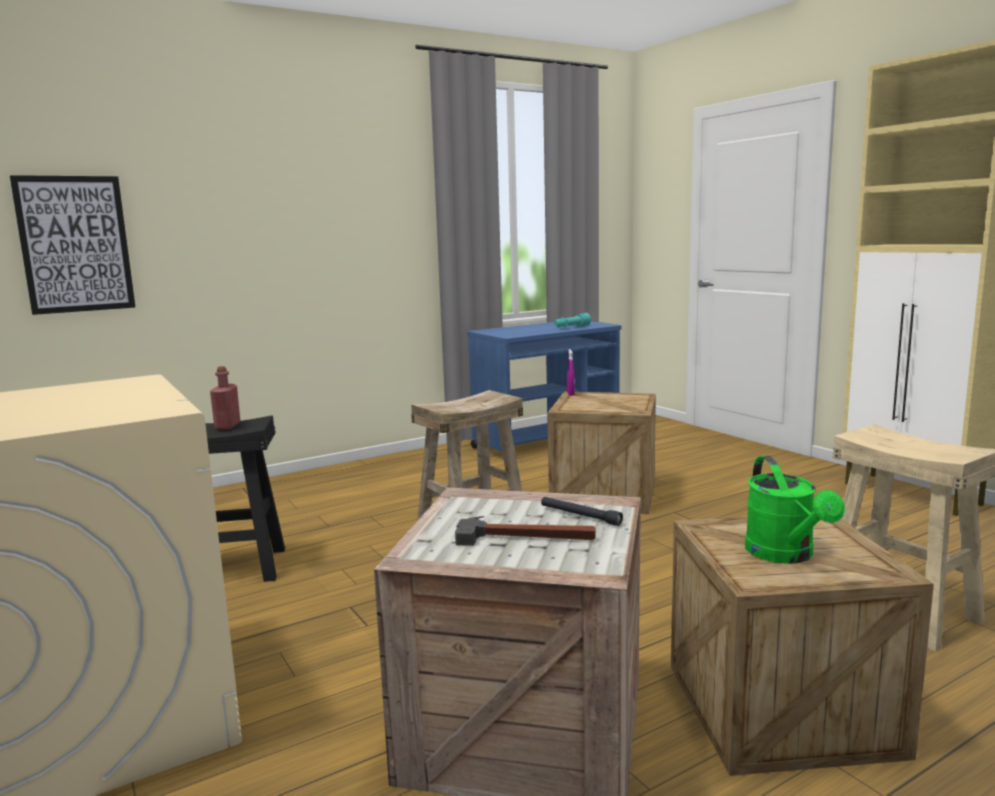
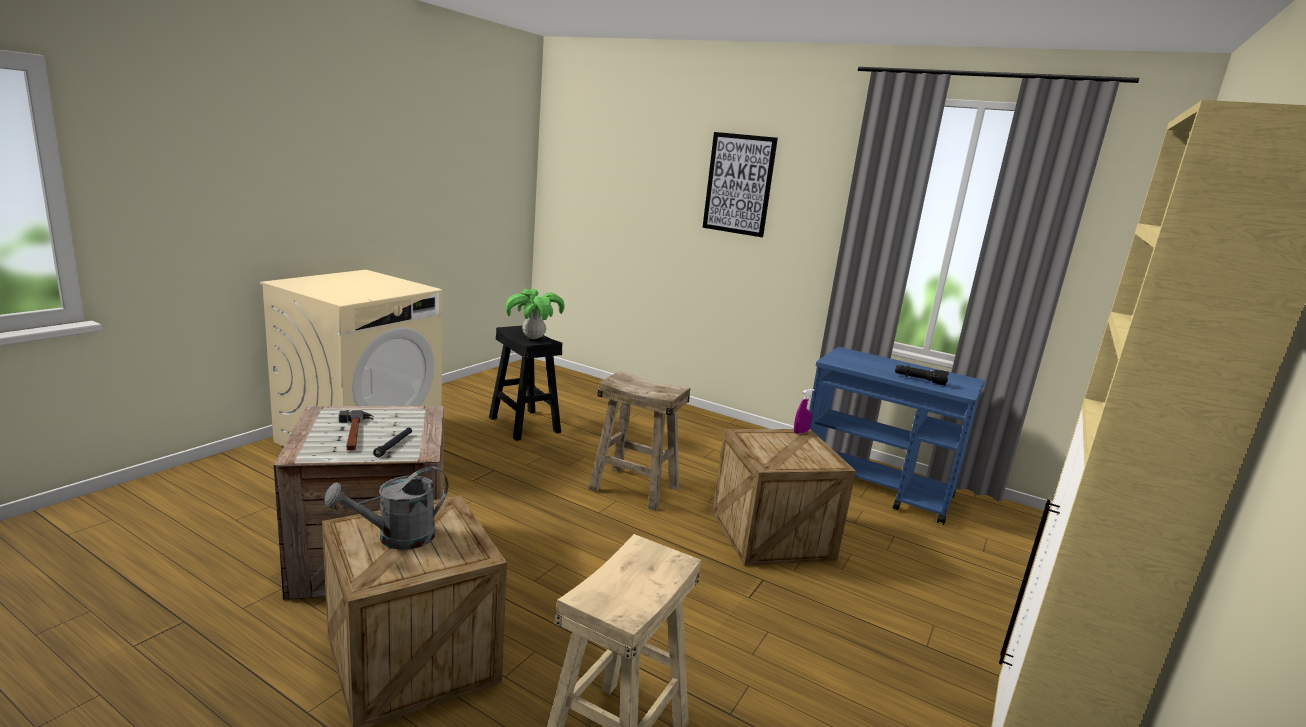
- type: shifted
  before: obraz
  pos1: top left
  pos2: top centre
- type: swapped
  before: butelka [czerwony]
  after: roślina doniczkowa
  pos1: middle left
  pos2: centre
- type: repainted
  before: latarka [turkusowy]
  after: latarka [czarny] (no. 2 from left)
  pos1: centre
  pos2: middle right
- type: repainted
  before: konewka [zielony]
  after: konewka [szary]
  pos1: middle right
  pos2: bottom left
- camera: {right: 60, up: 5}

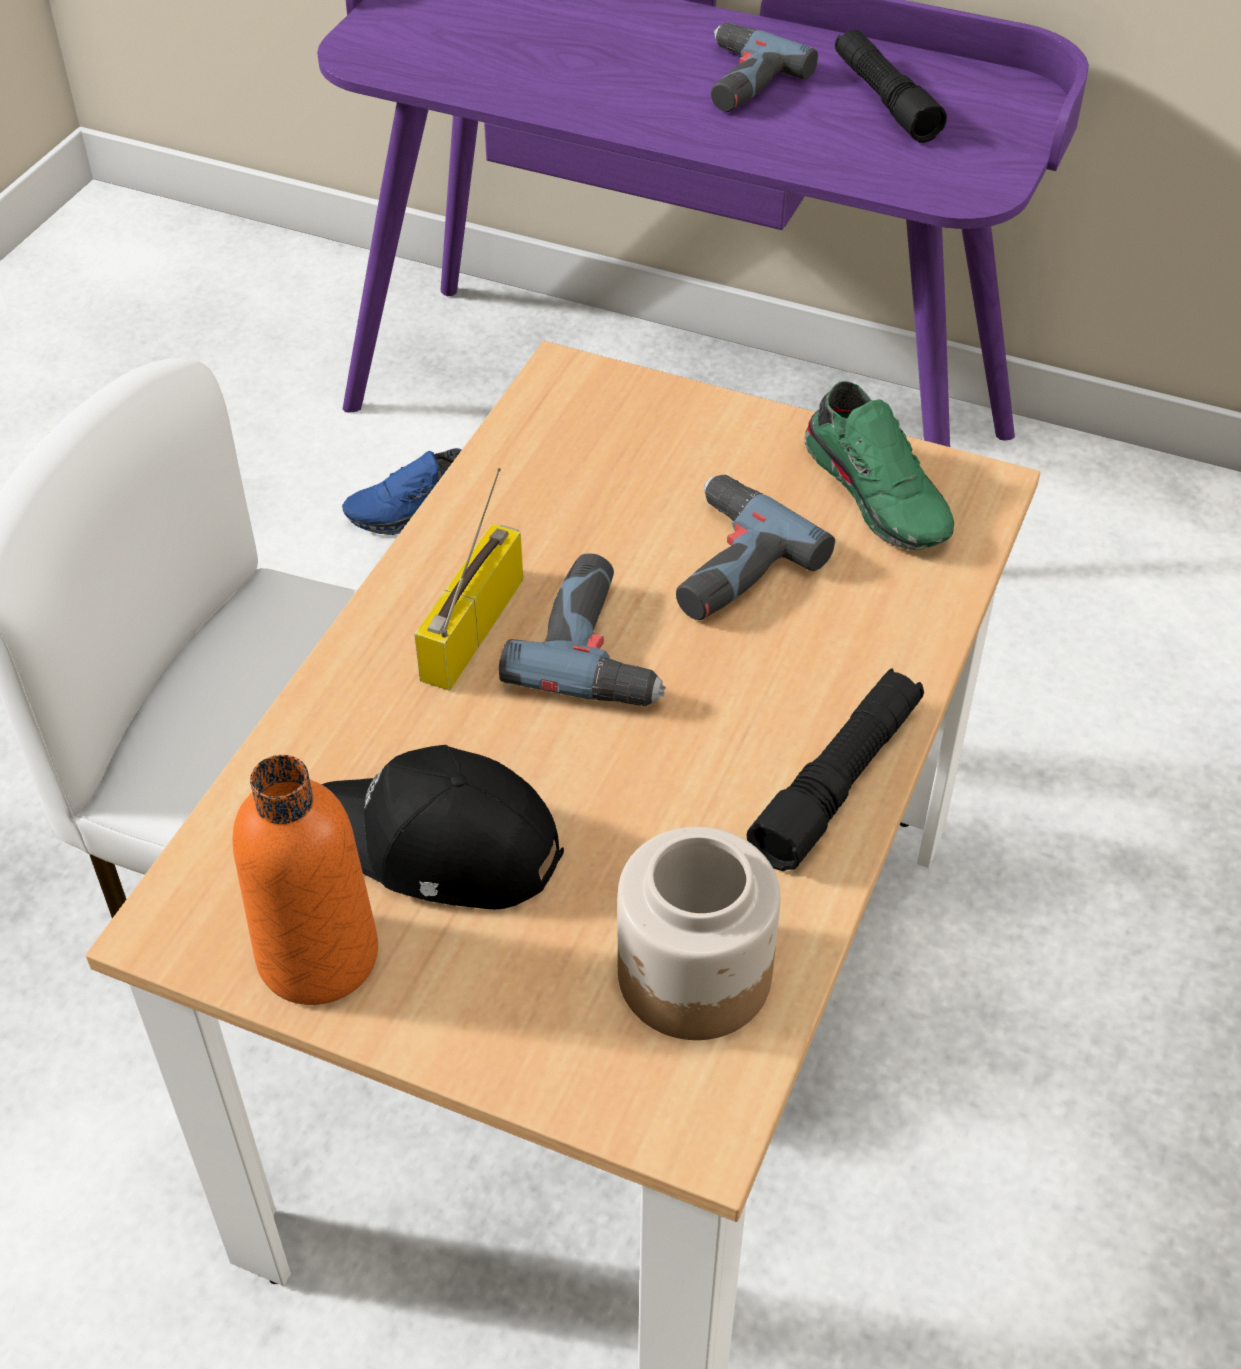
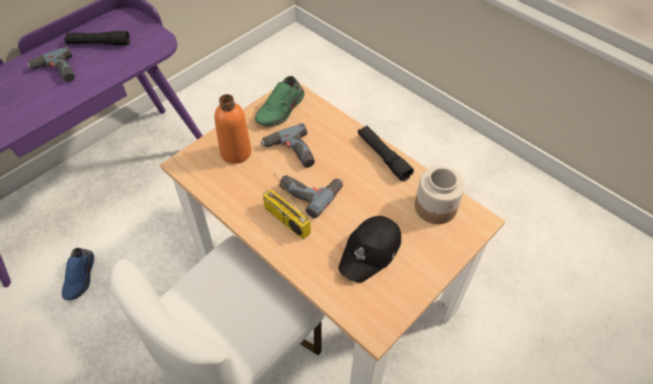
- type: shifted
  before: butelka [pomarańczowy]
  pos1: middle left
  pos2: centre
- type: rotated
  before: but [zielony]
  pos1: middle right
  pos2: top centre
  turn: 135
- camera: {right: -70, up: 5}

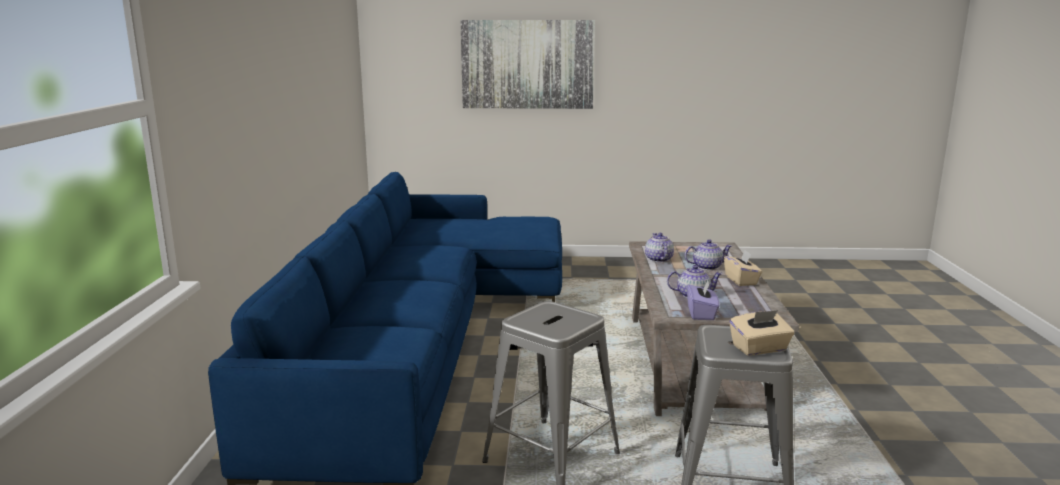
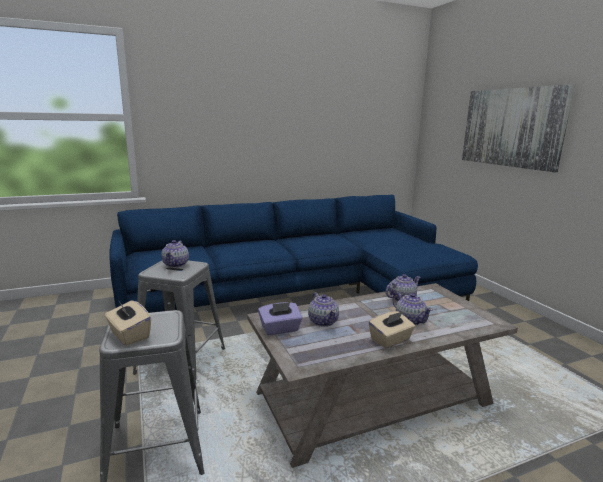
- type: new
  after: imbryk (no. 1 from left)
  pos2: middle left
- camera: {right: 65, up: 0}

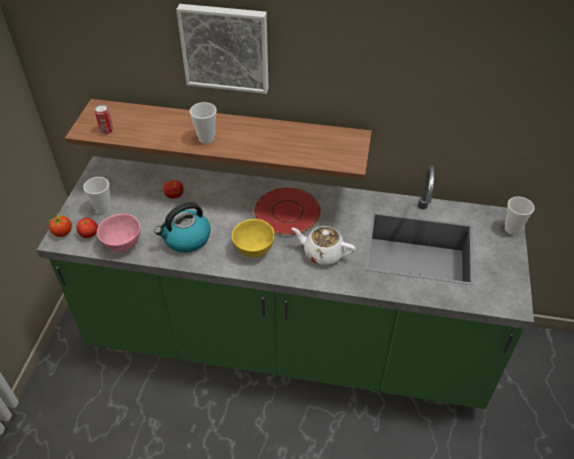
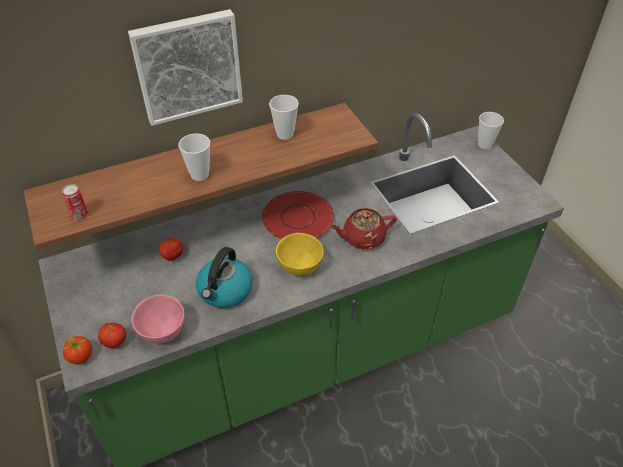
- type: shifted
  before: filiżanka (no. 1 from left in the first image)
  after: filiżanka (no. 2 from left)
  pos1: middle left
  pos2: top centre
- type: repainted
  before: imbryk [biały]
  after: imbryk [czerwony]
  pos1: centre
  pos2: centre
- camera: {right: -35, up: 0}

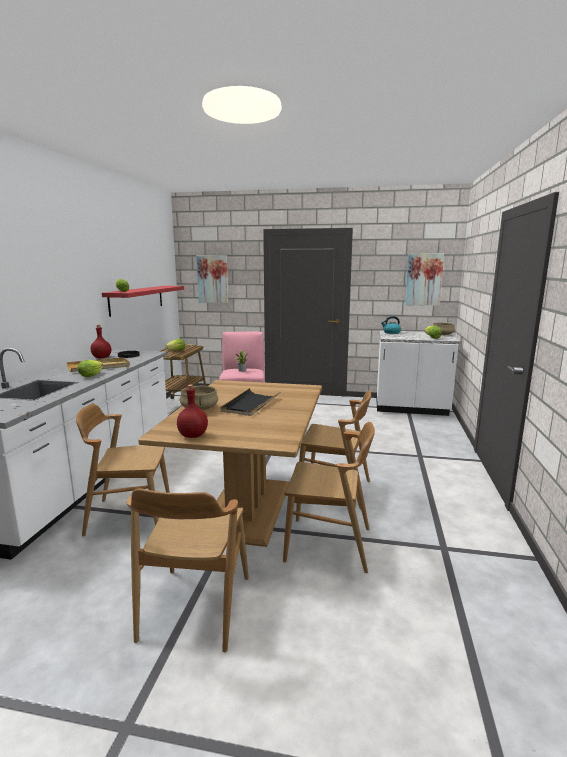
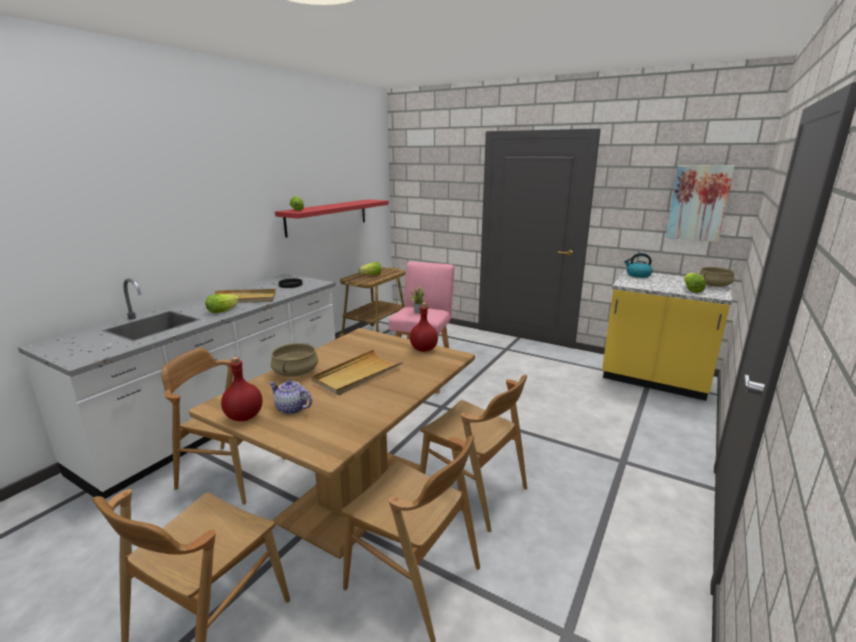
- type: gone
  before: obraz (no. 1 from left)
  pos1: centre
- type: new
  after: imbryk
  pos2: centre
- type: shifted
  before: butelka [czerwony] (no. 1 from left in the first image)
  after: butelka [czerwony] (no. 2 from left)
  pos1: middle left
  pos2: centre
- type: repainted
  before: taca [czarny]
  after: taca [beżowy] (no. 2 from left)
  pos1: centre
  pos2: centre
- type: repainted
  before: zabudowa kuchenna [biały] (no. 2 from left)
  after: zabudowa kuchenna [żółty]
  pos1: middle right
  pos2: middle right
- camera: {right: 20, up: 5}

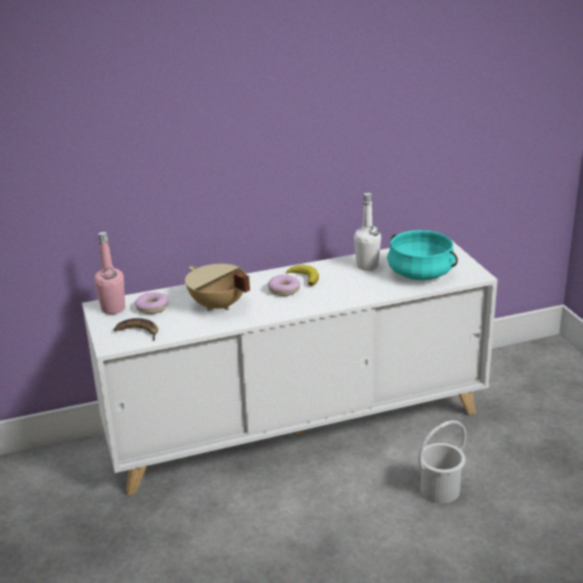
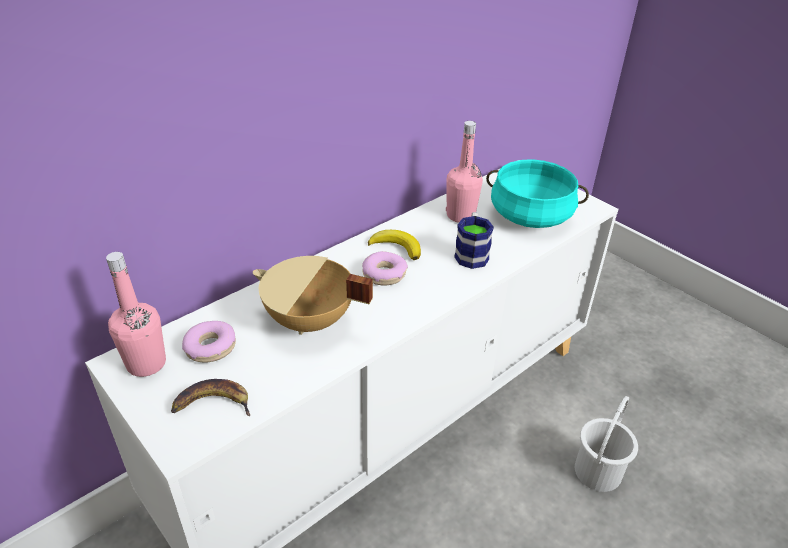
- type: new
  after: kubek
  pos2: centre
- type: repainted
  before: butelka [biały]
  after: butelka [różowy] (no. 2 from left)
  pos1: centre
  pos2: top centre
- camera: {right: -25, up: 10}

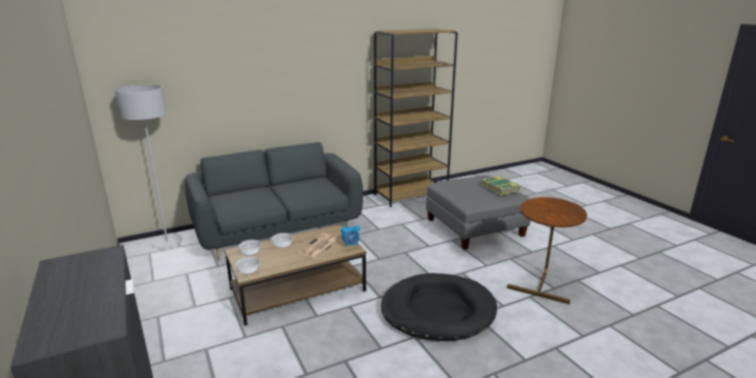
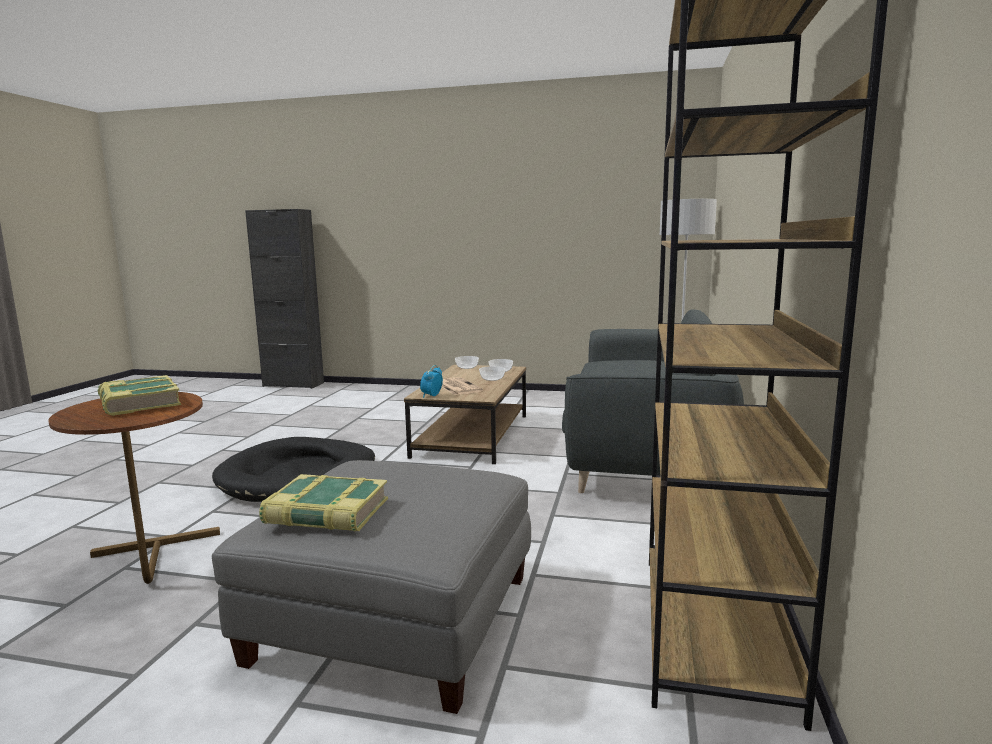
- type: new
  after: książka (no. 1 from left)
  pos2: middle left
- camera: {right: 130, up: -10}

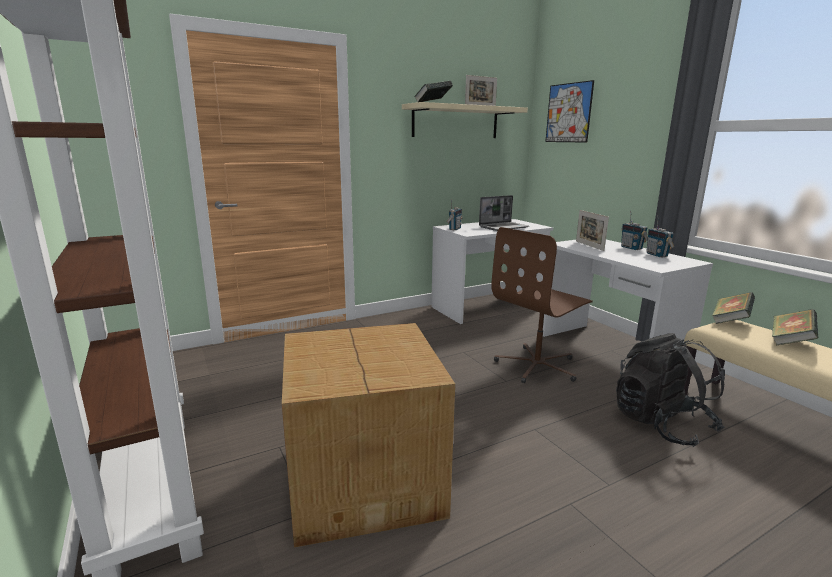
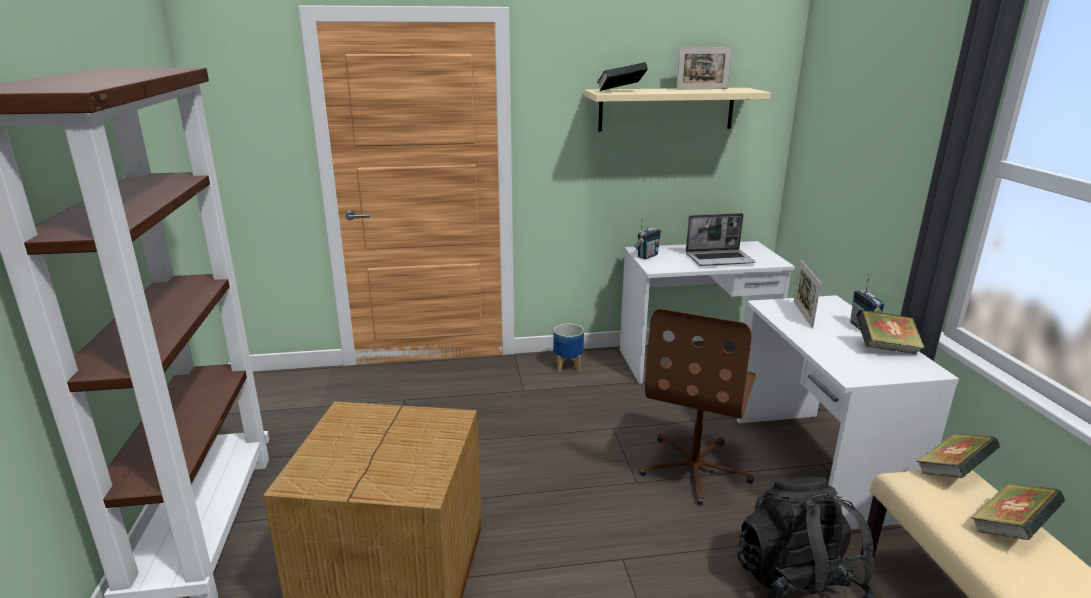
- type: gone
  before: obraz
  pos1: top right
- type: new
  after: donica
  pos2: centre
- type: swapped
  before: radio (no. 3 from left)
  after: książka (no. 2 from left)
  pos1: middle right
  pos2: middle right
- type: rotated
  before: krzesło biurowe [brązowy]
  pos1: centre
  pos2: bottom centre
  turn: -45
- camera: {right: 20, up: 5}

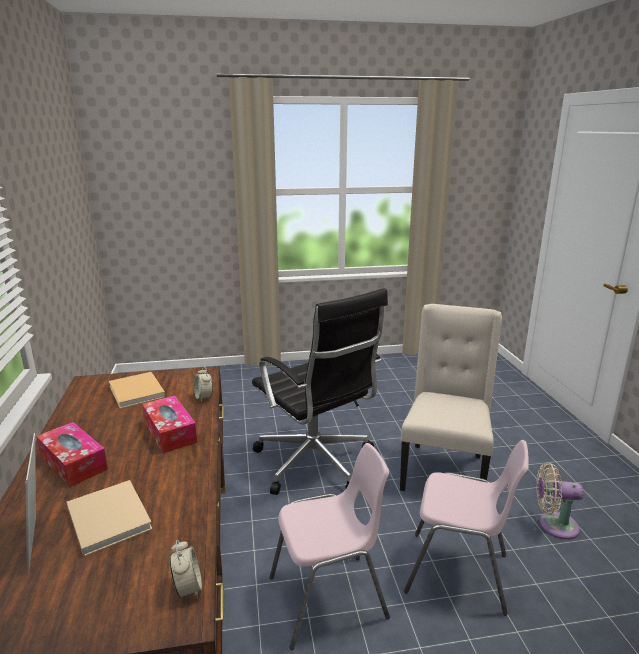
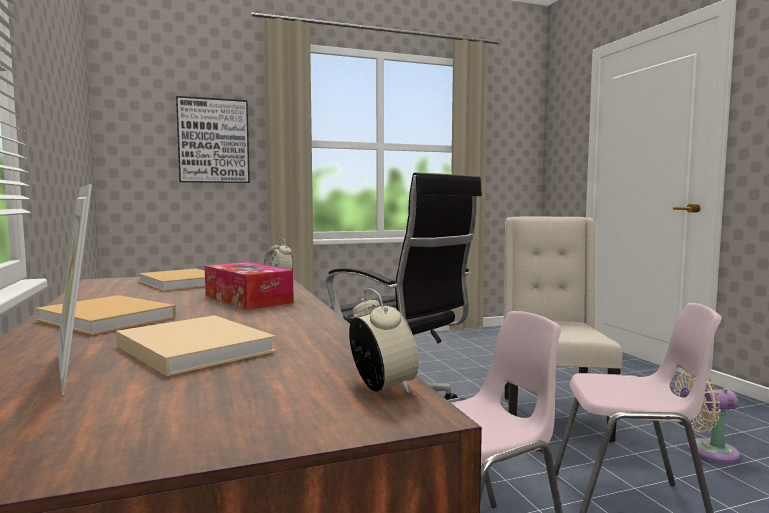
- type: new
  after: obraz
  pos2: top left
- type: swapped
  before: pudełko chusteczek (no. 1 from left)
  after: książka [beżowy] (no. 1 from left)
  pos1: bottom left
  pos2: middle left
- camera: {right: -10, up: -15}

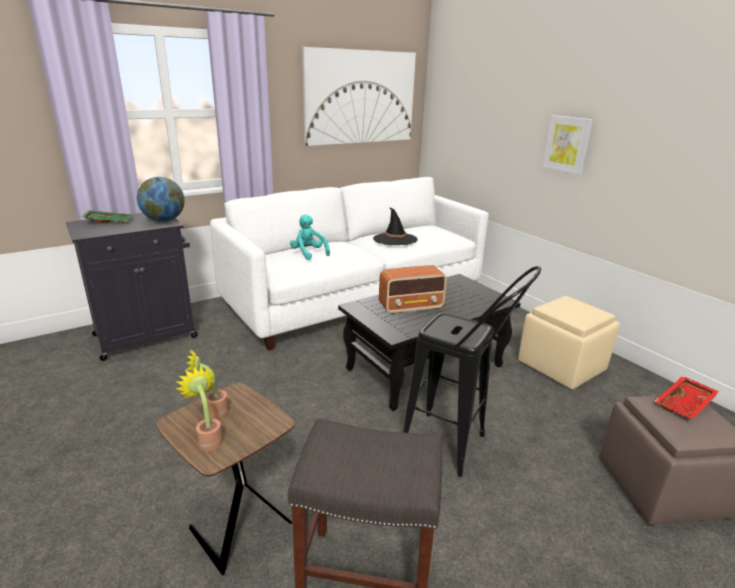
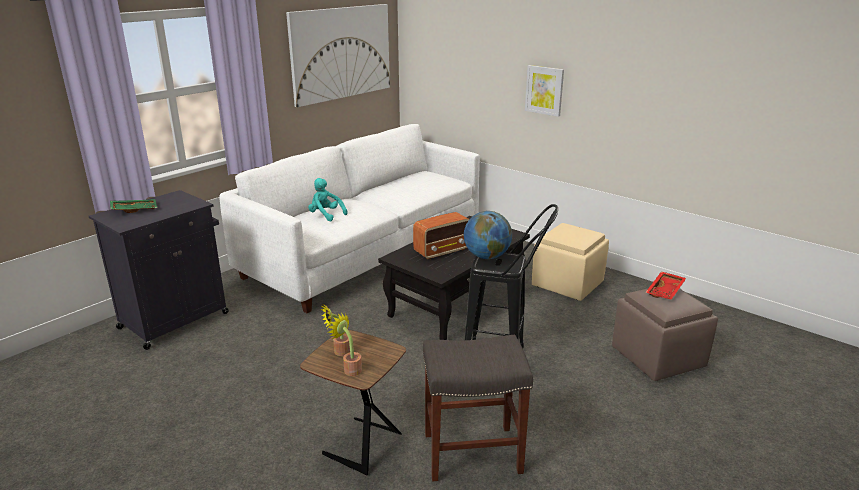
- type: gone
  before: kapelusz [czarny]
  pos1: centre
- type: shifted
  before: globus
  pos1: middle left
  pos2: centre
- camera: {right: -15, up: 0}

